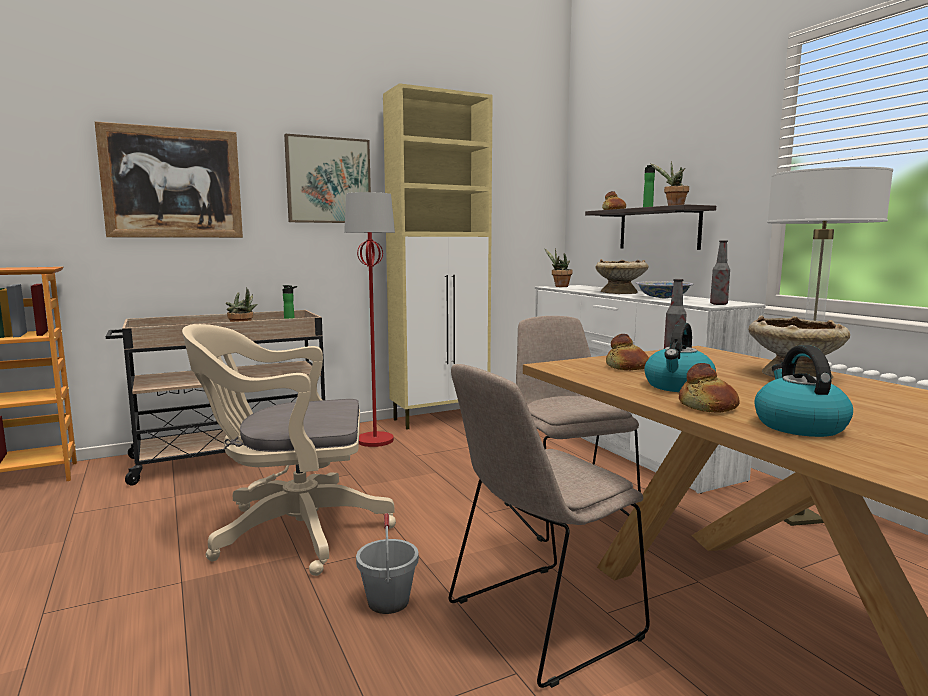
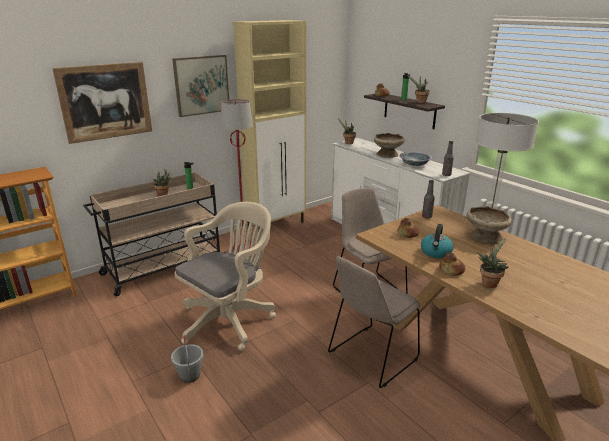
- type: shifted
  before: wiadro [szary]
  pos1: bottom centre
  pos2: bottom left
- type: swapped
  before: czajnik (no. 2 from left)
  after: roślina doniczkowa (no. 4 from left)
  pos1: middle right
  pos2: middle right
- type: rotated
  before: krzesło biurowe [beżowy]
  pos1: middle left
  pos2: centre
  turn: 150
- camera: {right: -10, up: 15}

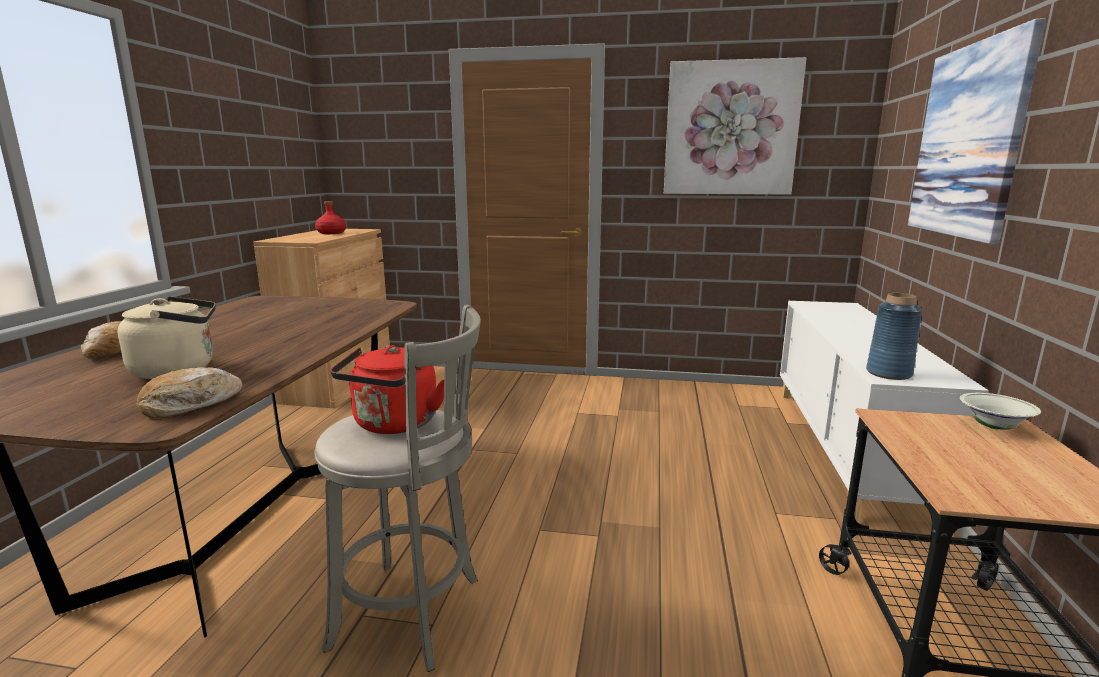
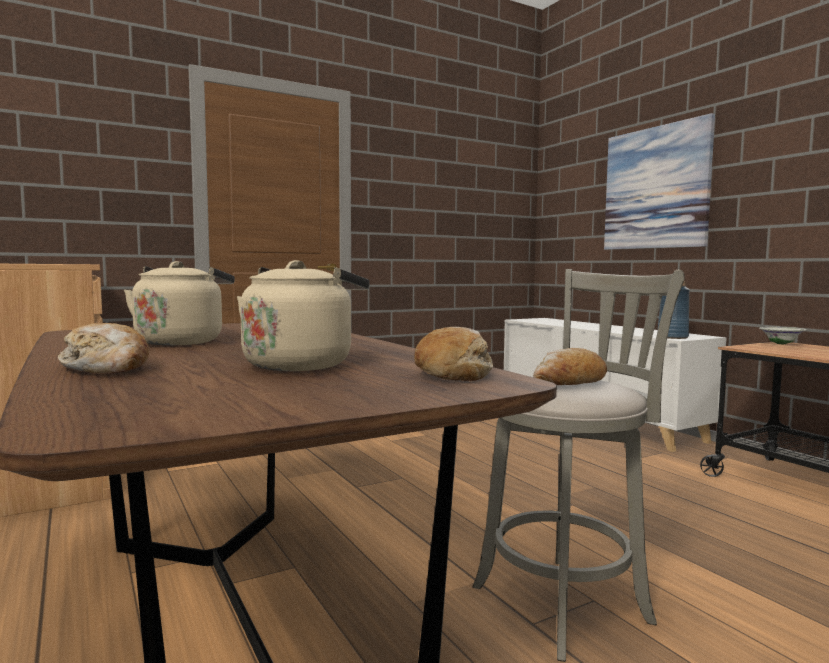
- type: gone
  before: butelka [czerwony]
  pos1: top left
- type: gone
  before: obraz (no. 1 from left)
  pos1: top right
- type: new
  after: czajnik [beżowy] (no. 1 from left)
  pos2: middle left
- type: swapped
  before: czajnik [czerwony]
  after: chleb (no. 3 from left)
  pos1: centre
  pos2: middle right
- camera: {right: -40, up: -10}

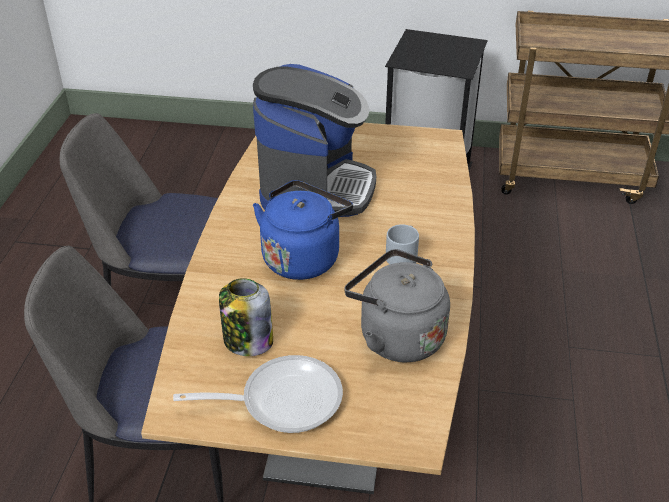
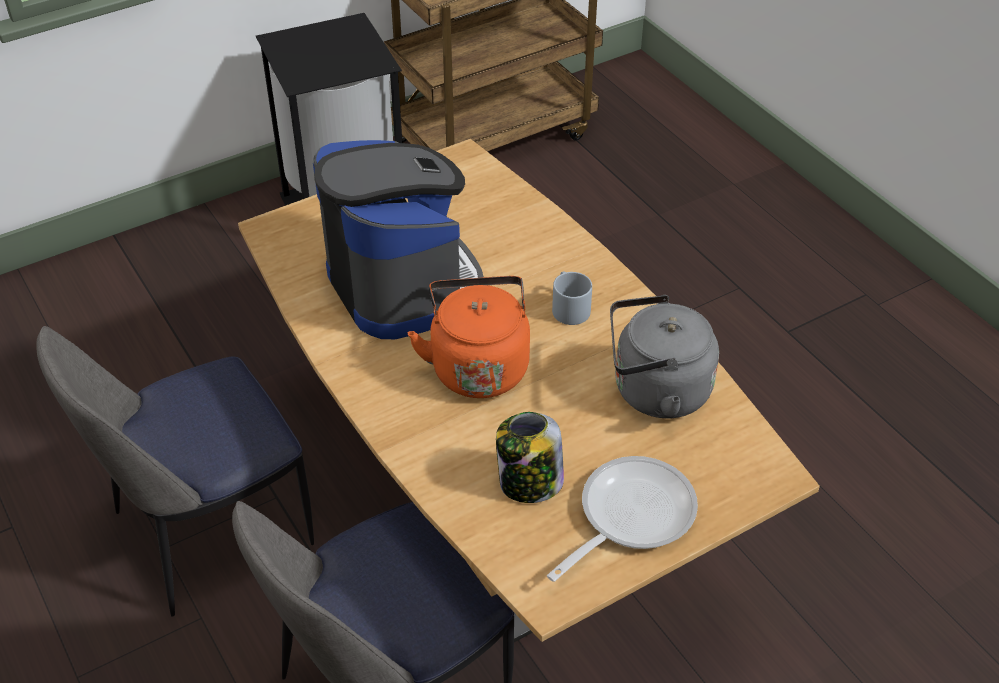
- type: repainted
  before: czajnik [niebieski]
  after: czajnik [pomarańczowy]
  pos1: centre
  pos2: centre
- camera: {right: -40, up: 5}

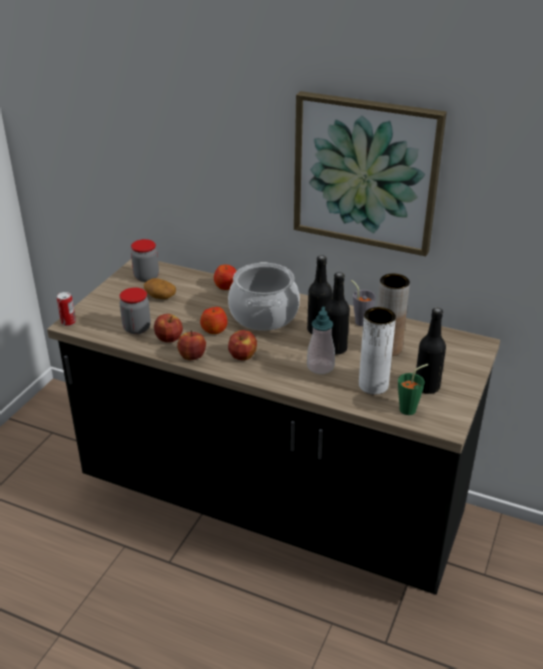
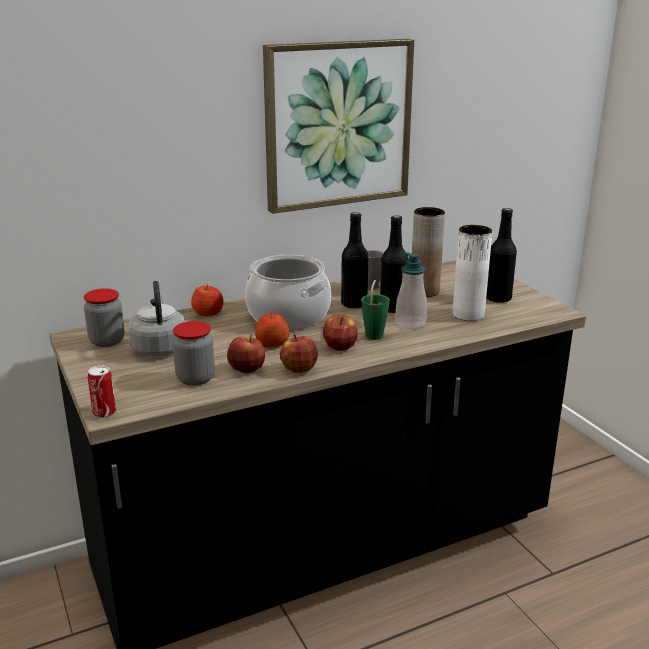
- type: shifted
  before: filiżanka [zielony]
  pos1: middle right
  pos2: centre
- type: swapped
  before: ziemniak
  after: czajnik [szary]
  pos1: middle left
  pos2: middle left
- camera: {right: -50, up: -10}

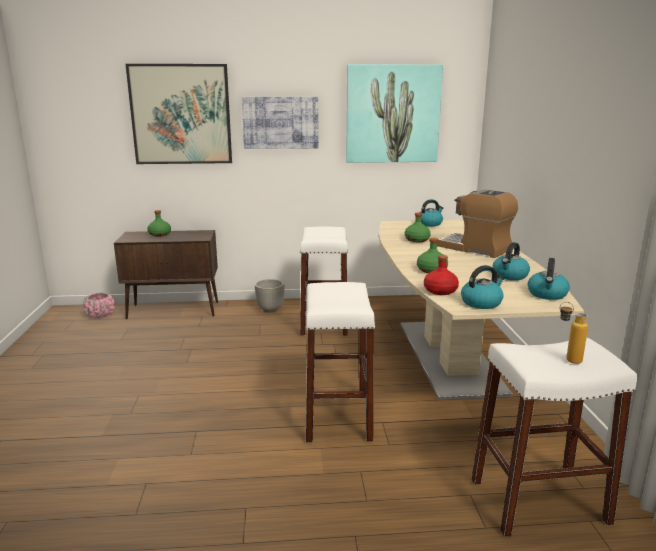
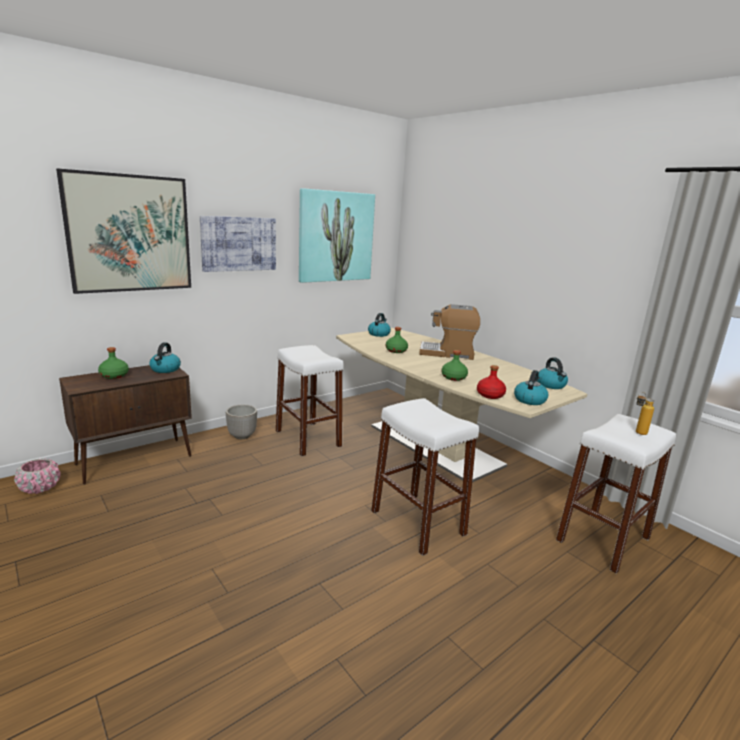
- type: shifted
  before: czajnik (no. 3 from left in the first image)
  after: czajnik (no. 1 from left)
  pos1: middle right
  pos2: middle left
- camera: {right: -35, up: 0}

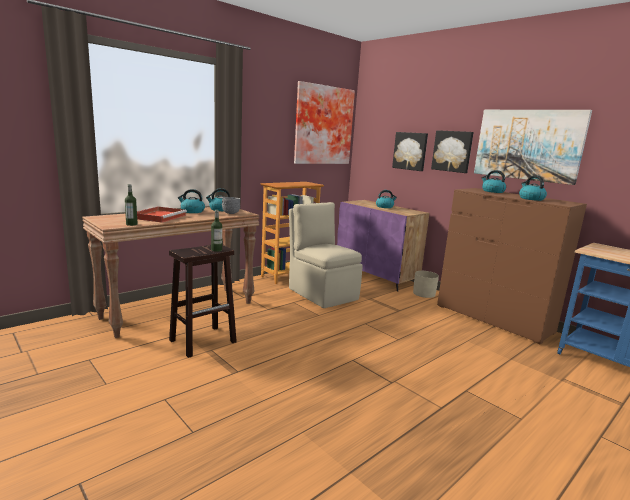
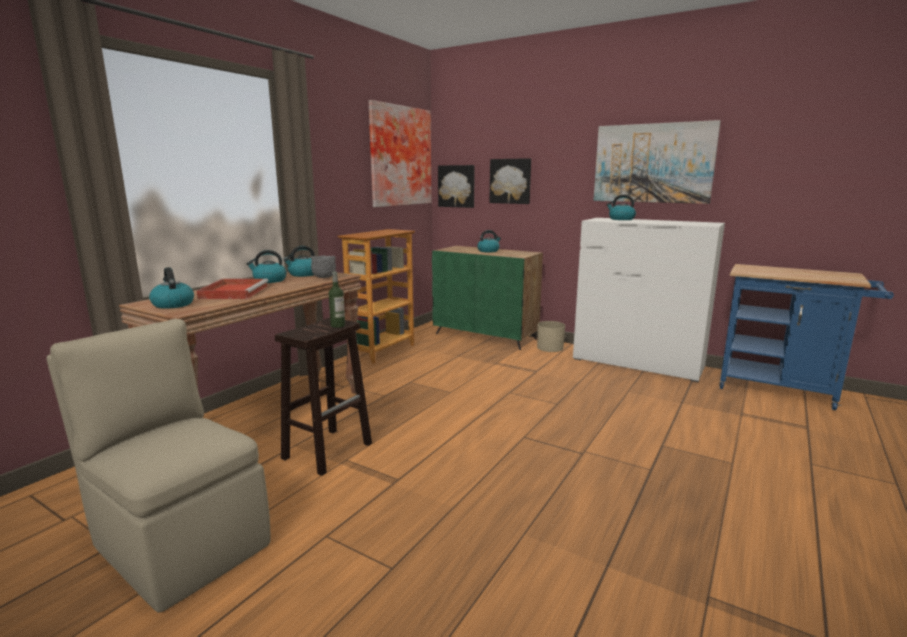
- type: gone
  before: butelka (no. 1 from left)
  pos1: middle left
- type: shifted
  before: krzesło [beżowy]
  pos1: centre
  pos2: bottom left
- type: shifted
  before: obraz (no. 3 from left in the first image)
  after: obraz (no. 2 from left)
  pos1: top right
  pos2: top centre
- type: shifted
  before: czajnik (no. 5 from left in the first image)
  after: czajnik (no. 1 from left)
  pos1: middle right
  pos2: middle left
- type: repainted
  before: szafka [fioletowy]
  after: szafka [zielony]
  pos1: centre
  pos2: centre
- type: repainted
  before: komoda [brązowy]
  after: komoda [biały]
  pos1: middle right
  pos2: middle right
- camera: {right: -15, up: 0}

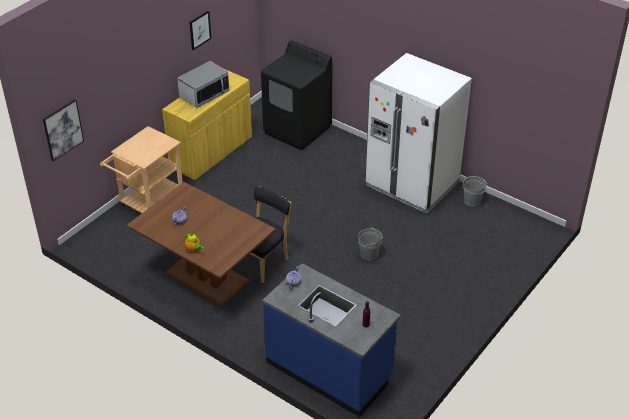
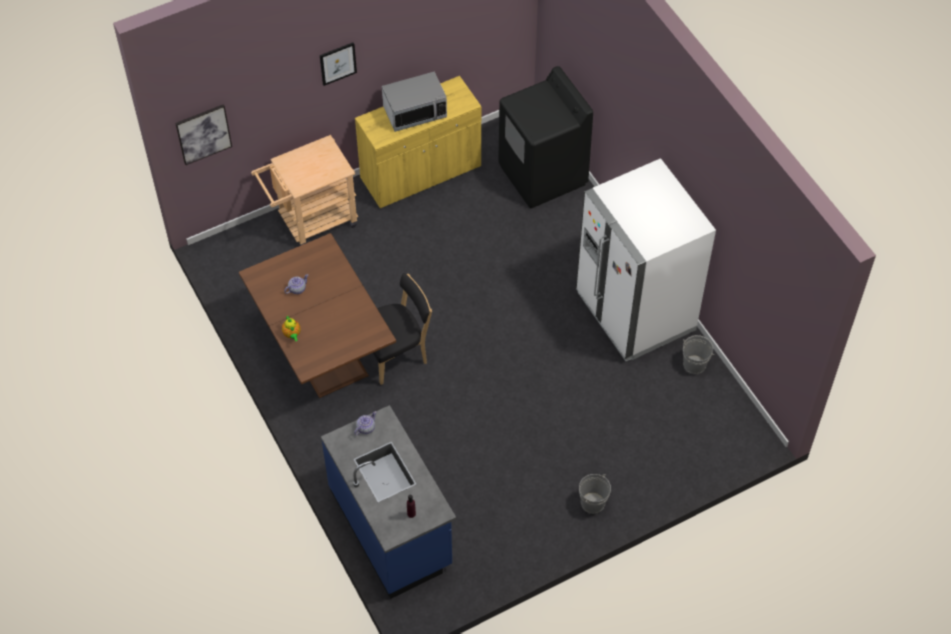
- type: shifted
  before: obraz (no. 2 from left)
  pos1: top left
  pos2: top centre
- type: shifted
  before: wiadro [szary] (no. 1 from left)
  pos1: centre
  pos2: bottom centre
- camera: {right: 25, up: 15}

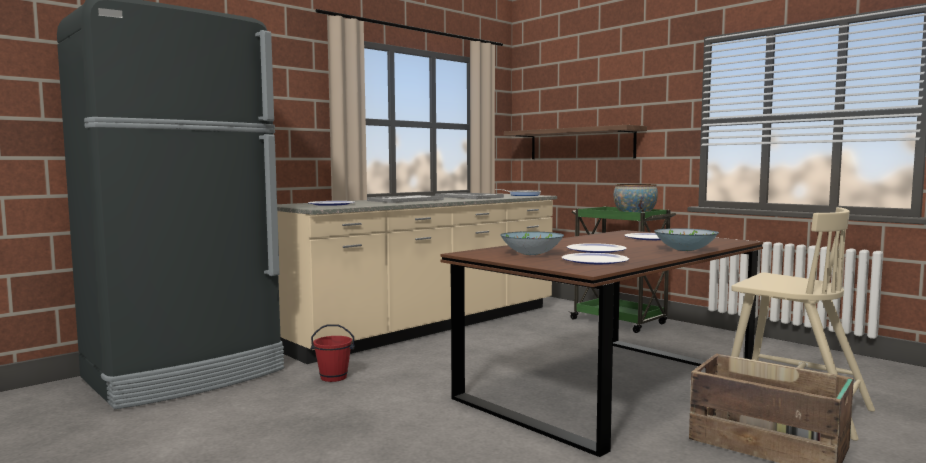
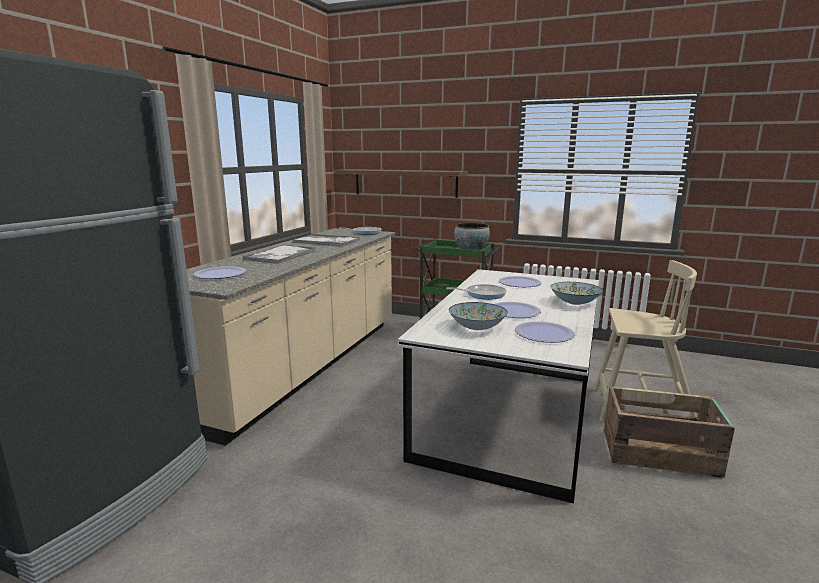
- type: gone
  before: wiadro [czerwony]
  pos1: bottom centre
- type: new
  after: patelnia (no. 2 from left)
  pos2: centre
- type: repainted
  before: stół jadalny [brązowy]
  after: stół jadalny [biały]
  pos1: bottom centre
  pos2: centre
- camera: {right: -25, up: 10}

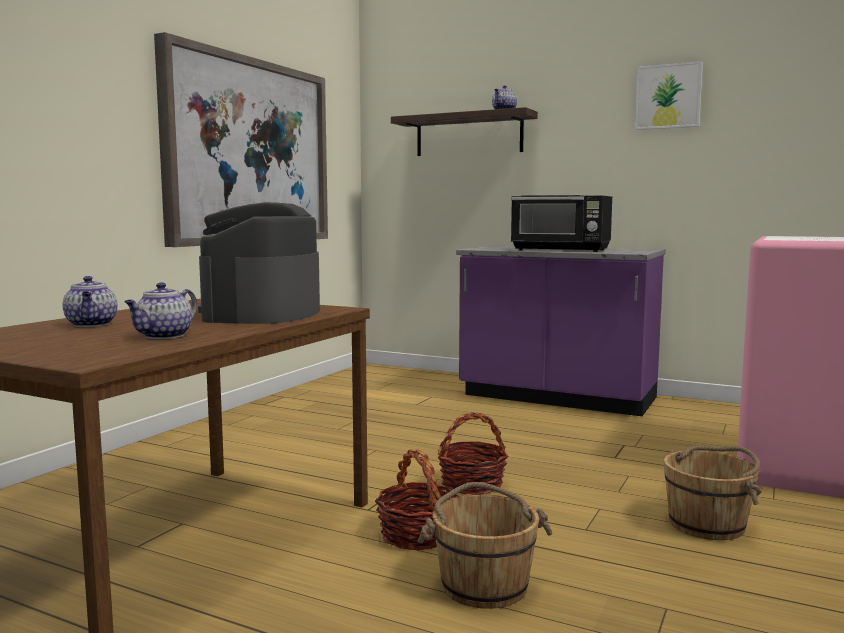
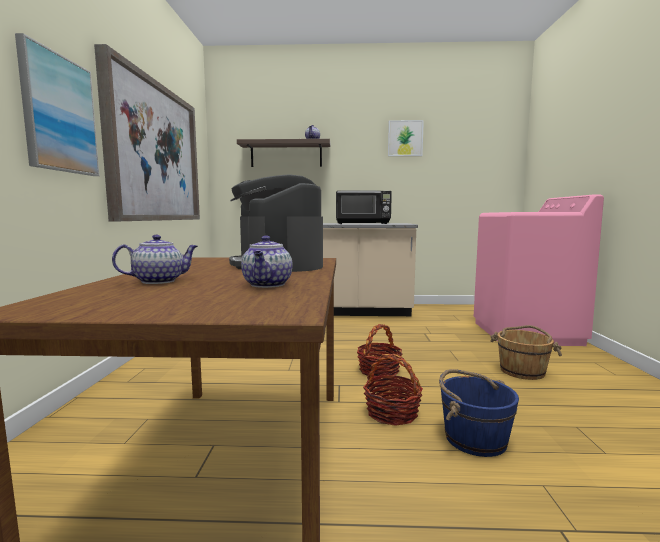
- type: new
  after: obraz (no. 1 from left)
  pos2: top left
- type: repainted
  before: wiadro [brązowy] (no. 1 from left)
  after: wiadro [niebieski]
  pos1: bottom centre
  pos2: bottom right
- type: repainted
  before: zabudowa kuchenna [fioletowy]
  after: zabudowa kuchenna [beżowy]
  pos1: centre
  pos2: centre
- type: rotated
  before: imbryk (no. 1 from left)
  pos1: middle left
  pos2: middle left
  turn: -75
- camera: {right: -25, up: 0}

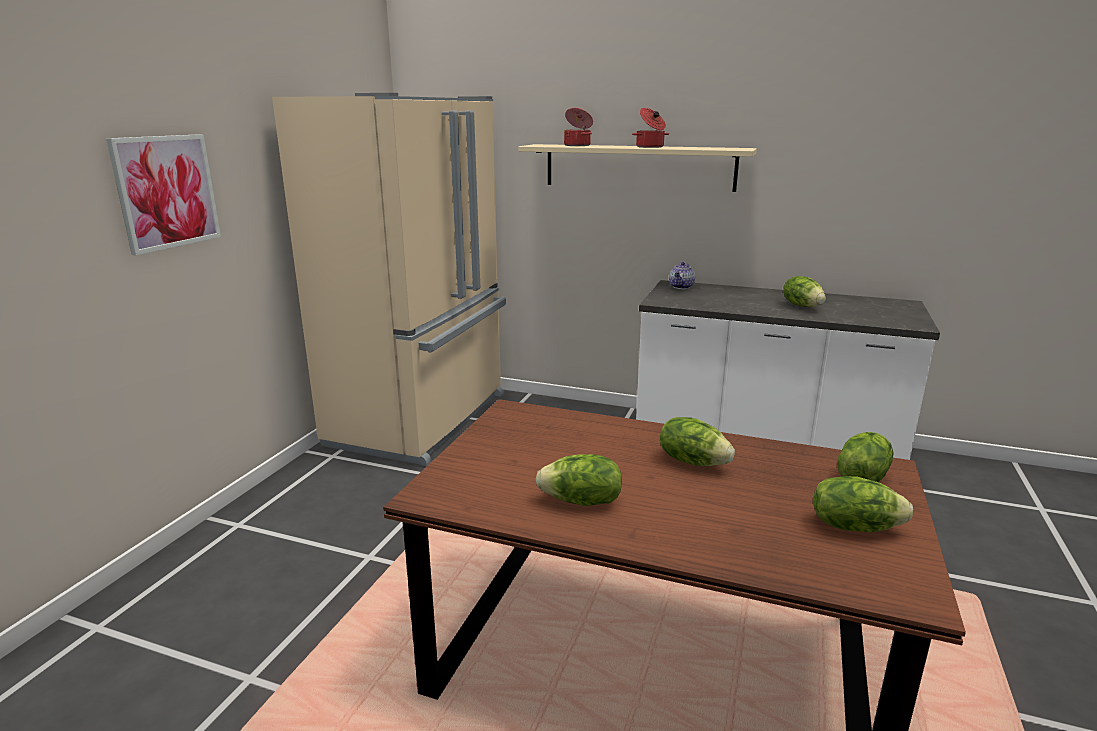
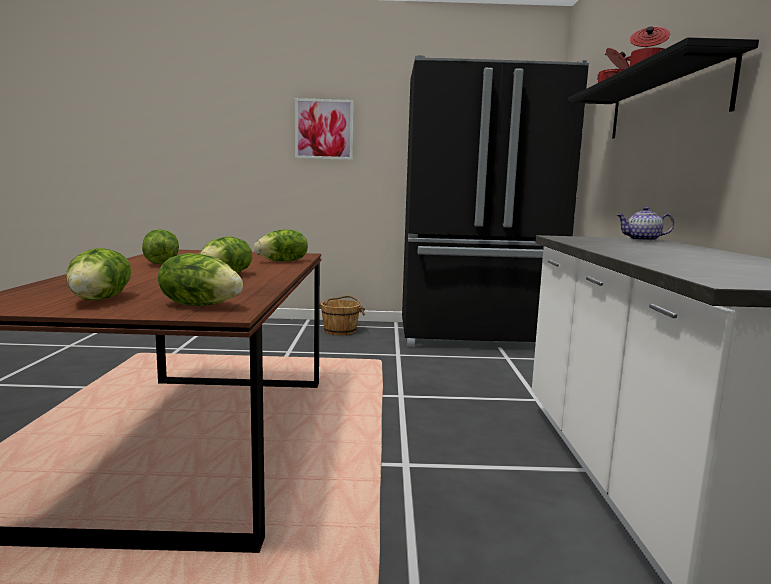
- type: new
  after: wiadro [brązowy]
  pos2: centre
- type: shifted
  before: sałata (no. 3 from left in the first image)
  after: sałata (no. 5 from left)
  pos1: middle right
  pos2: centre
- type: repainted
  before: lodówka [beżowy]
  after: lodówka [czarny]
  pos1: centre
  pos2: centre
- type: repainted
  before: półka [beżowy]
  after: półka [czarny]
  pos1: top centre
  pos2: top right
- camera: {right: 70, up: -10}

